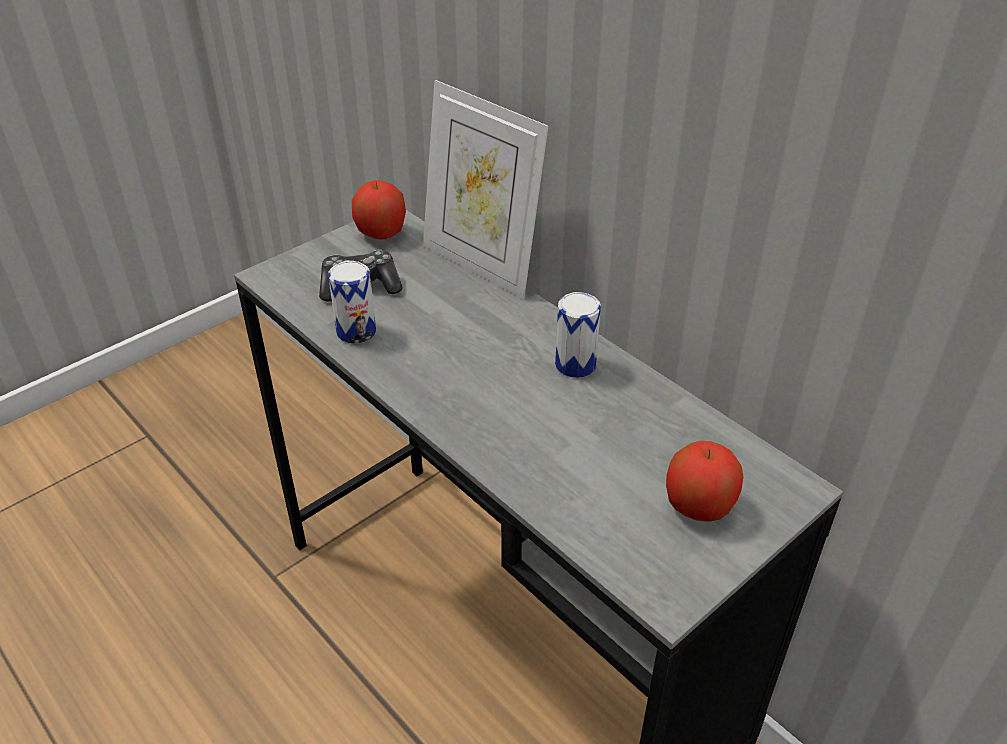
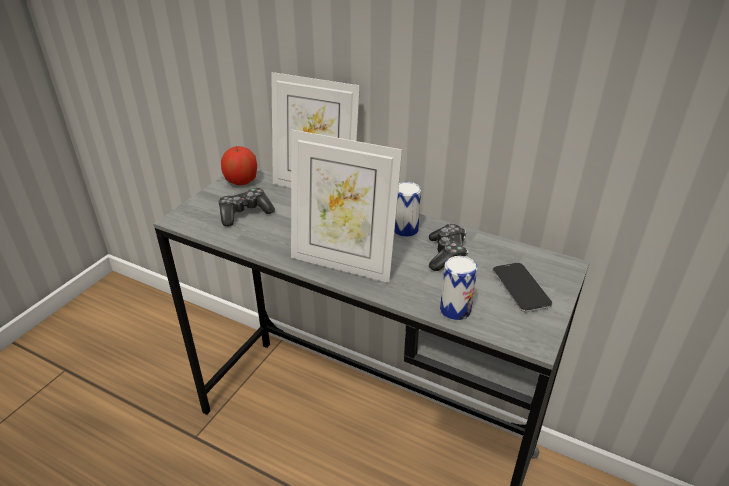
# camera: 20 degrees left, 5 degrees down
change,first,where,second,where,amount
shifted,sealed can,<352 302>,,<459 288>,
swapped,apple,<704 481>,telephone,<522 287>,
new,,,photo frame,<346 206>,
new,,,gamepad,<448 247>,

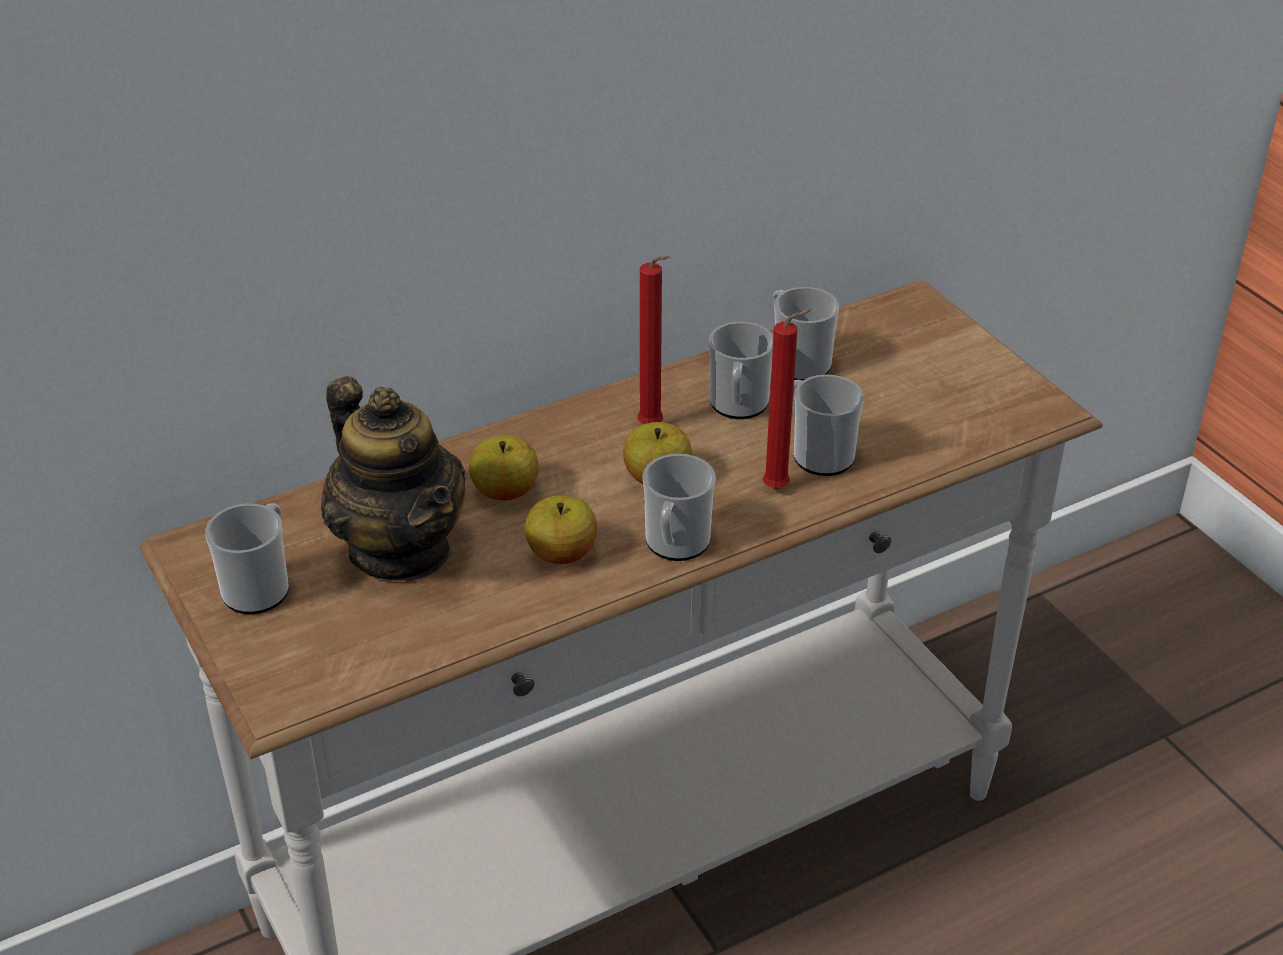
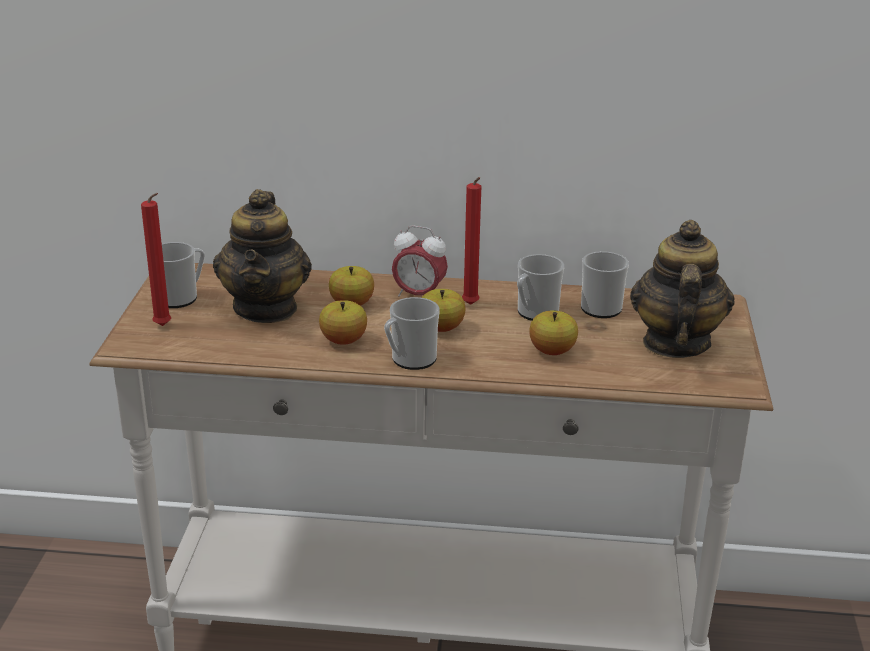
# camera: 35 degrees right, 10 degrees down
change,first,where,second,where,amount
shifted,reddish wax light,<787 399>,,<156 259>,
swapped,mug,<828 425>,apple,<554 333>,
new,,,tea pot,<682 289>,
new,,,bedside clock,<420 261>,

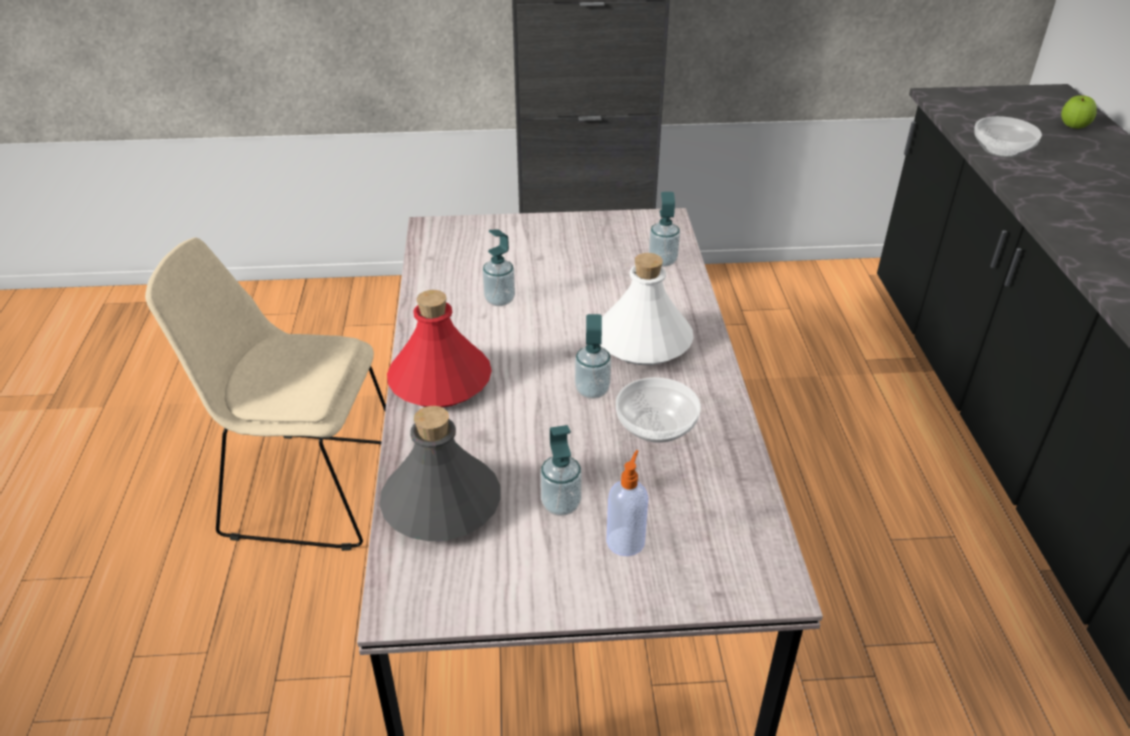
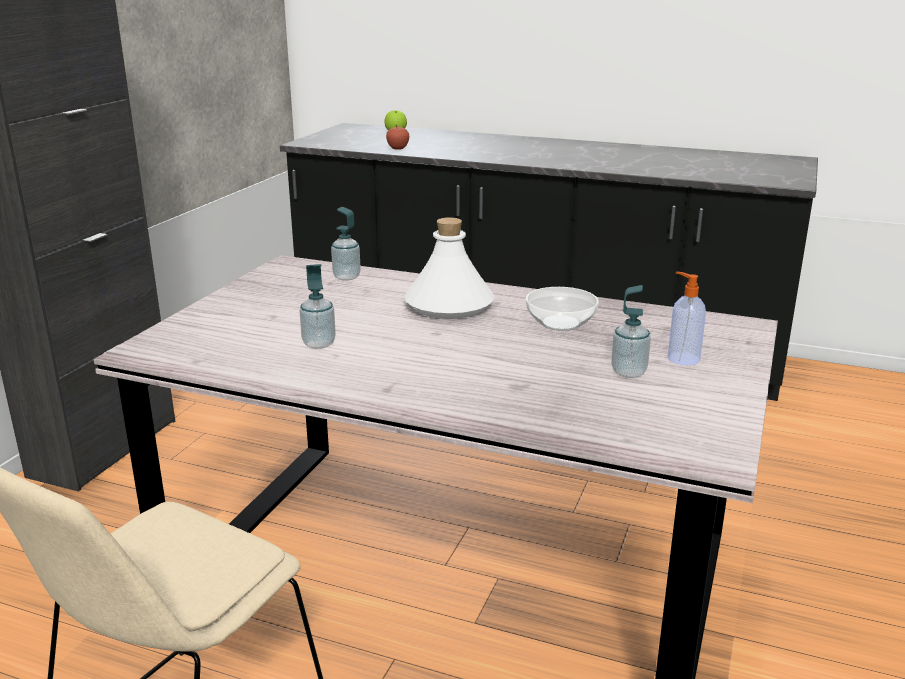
# camera: 65 degrees left, 15 degrees down
change,first,where,second,where,amount
swapped,deep dish,<1008 137>,apple,<397 137>,
gone,reddish beverage bottle,<439 348>,,,
gone,soap dispenser,<593 356>,,,
gone,grey beverage bottle,<440 473>,,,

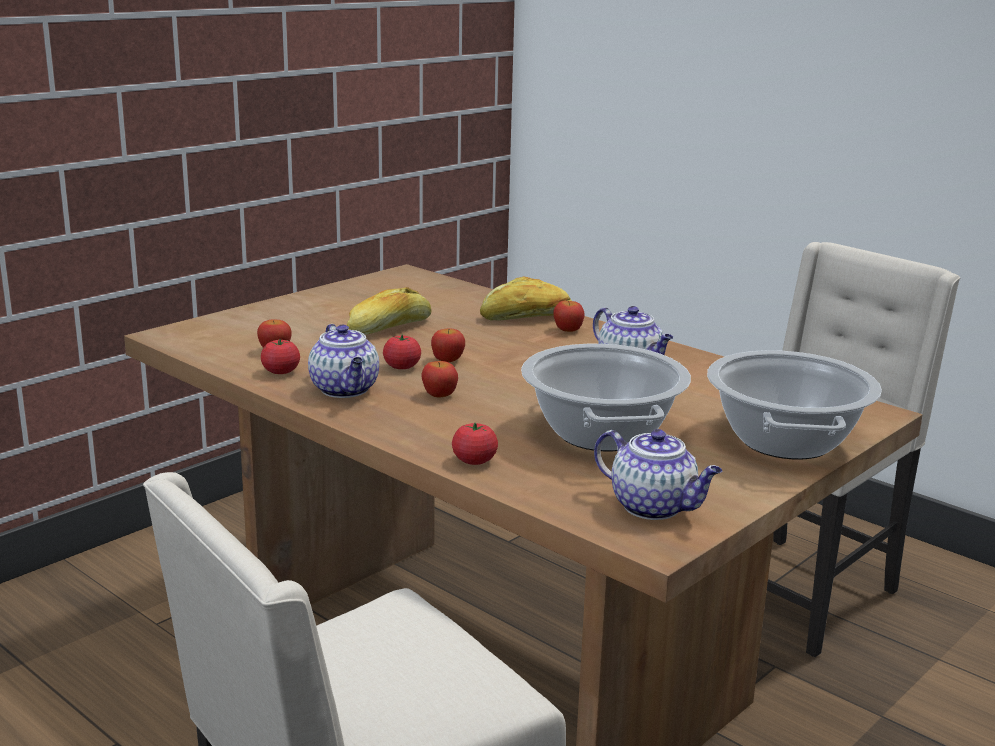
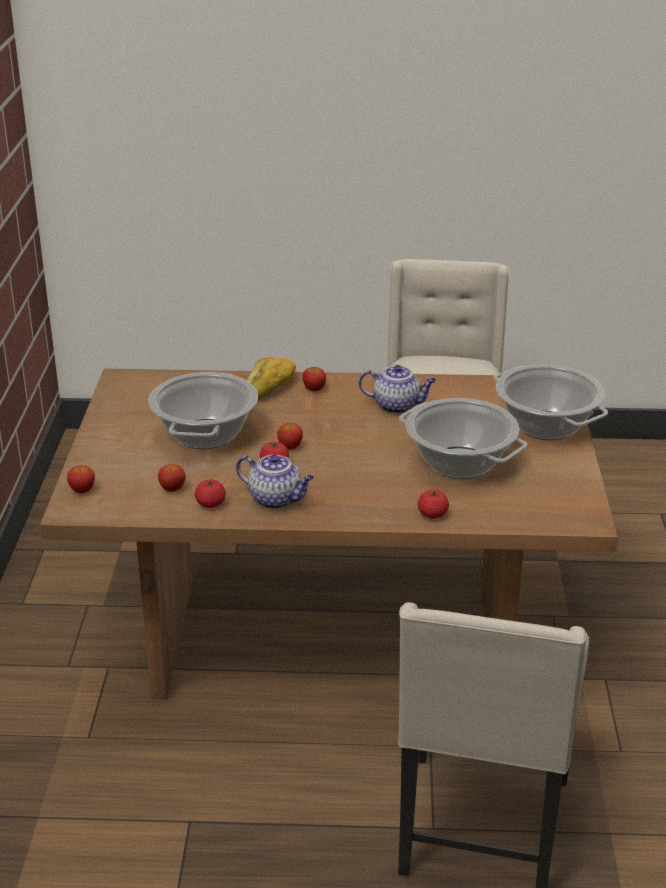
# camera: 40 degrees left, 10 degrees up
change,first,where,second,where,amount
swapped,bakery bread,<389 311>,stockpot,<203 410>,
shifted,apple,<440 379>,,<81 479>,
gone,tea pot,<658 474>,,,

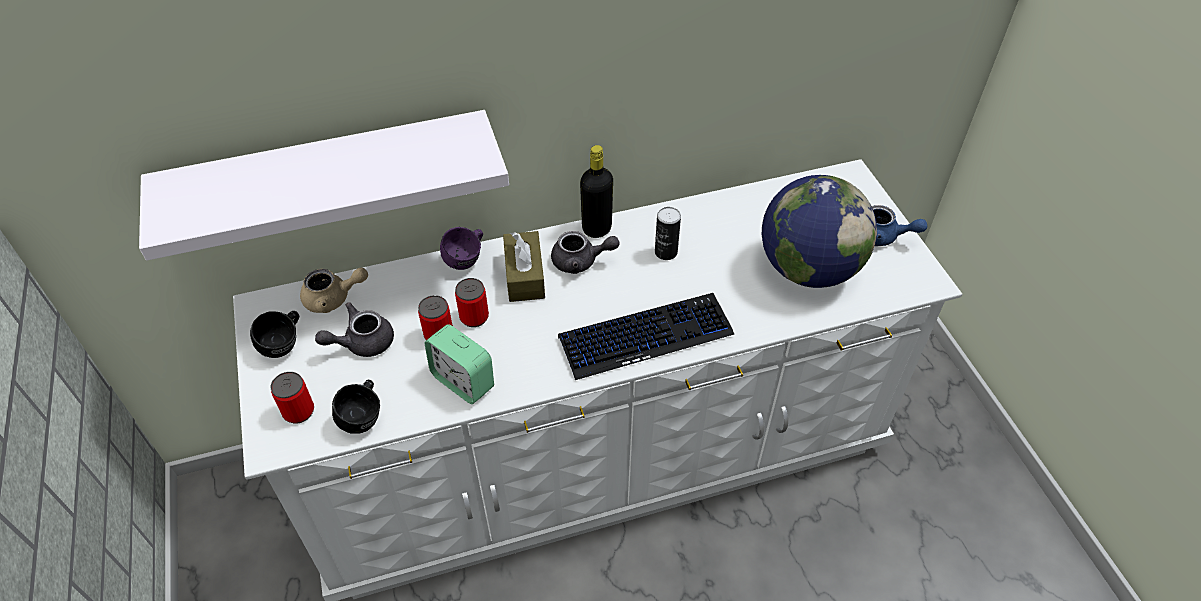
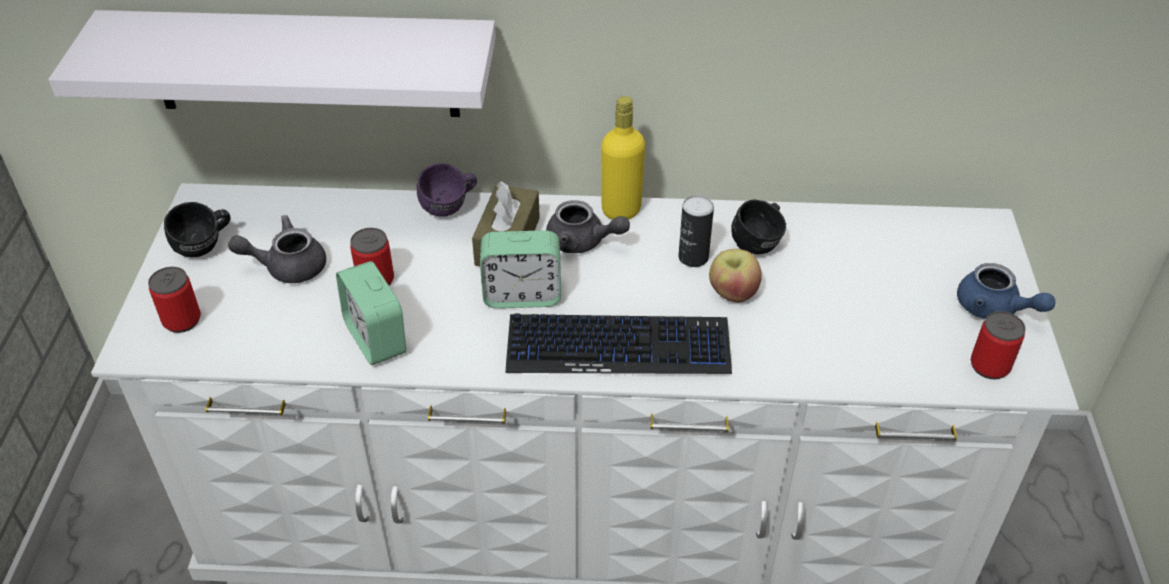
# camera: 20 degrees right, 5 degrees down
change,first,where,second,where,amount
repainted,black beverage bottle,<596 191>,yellow beverage bottle,<623 158>,
gone,world globe,<819 231>,,,
gone,beige-coloured tea pot,<334 290>,,,
shifted,sealed can,<472 302>,,<998 345>,
shifted,black mug,<356 407>,,<758 226>,
new,,,bedside clock,<520 269>,
new,,,apple,<735 275>,

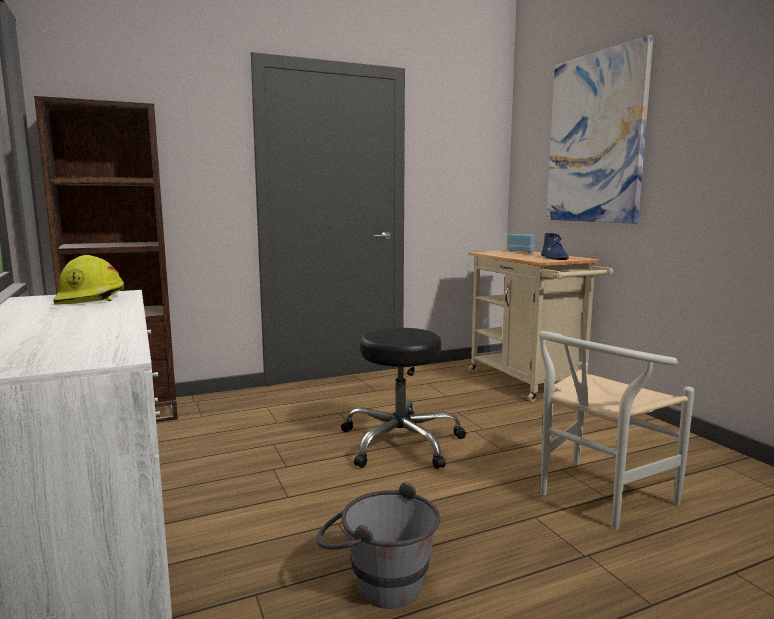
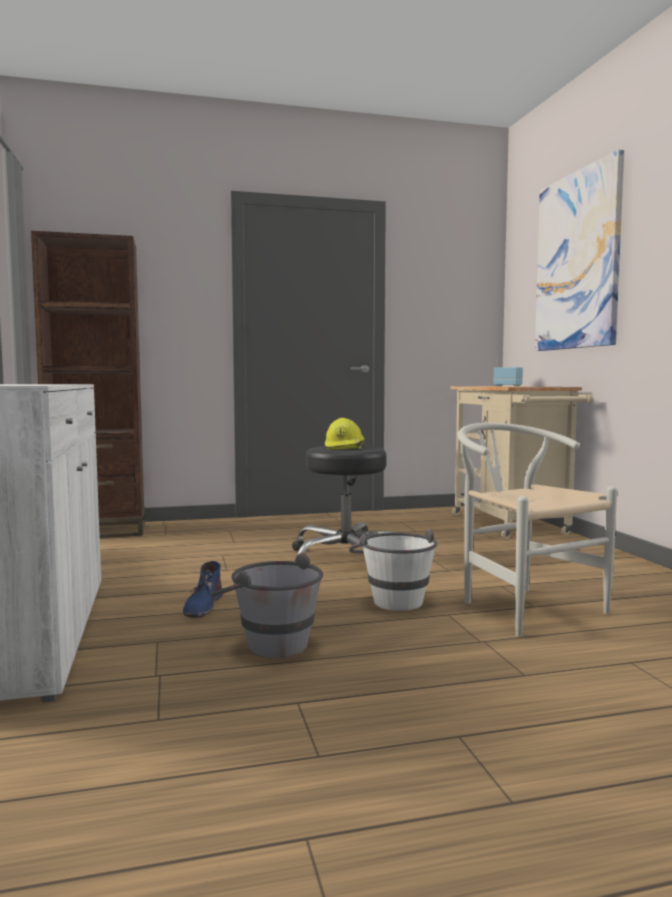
# camera: 10 degrees right, 5 degrees down
change,first,where,second,where,amount
shifted,bluish high-top boot,<555 246>,,<203 589>,
shifted,yellow hard hat,<89 280>,,<345 434>,
rotated,white upright chair,<617 430>,,<537 530>,90 degrees clockwise
new,,,white bucket,<393 570>,

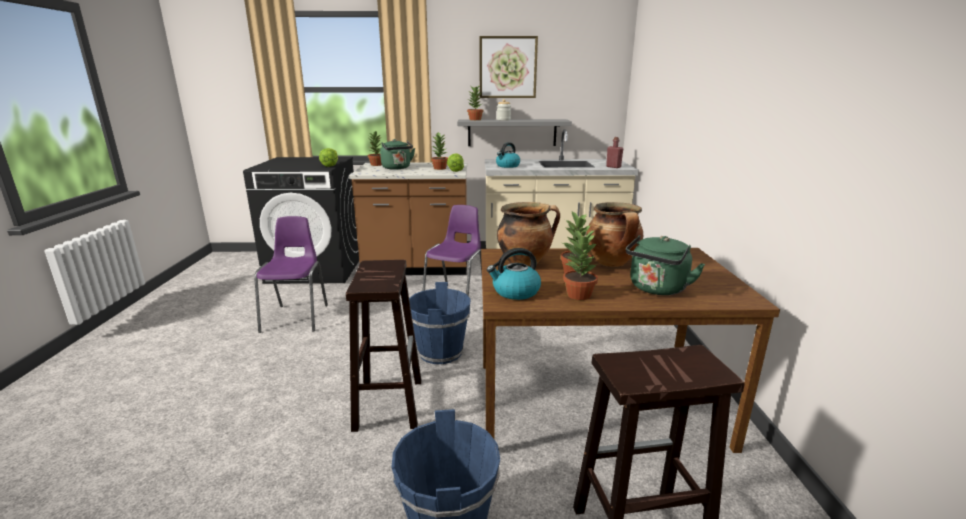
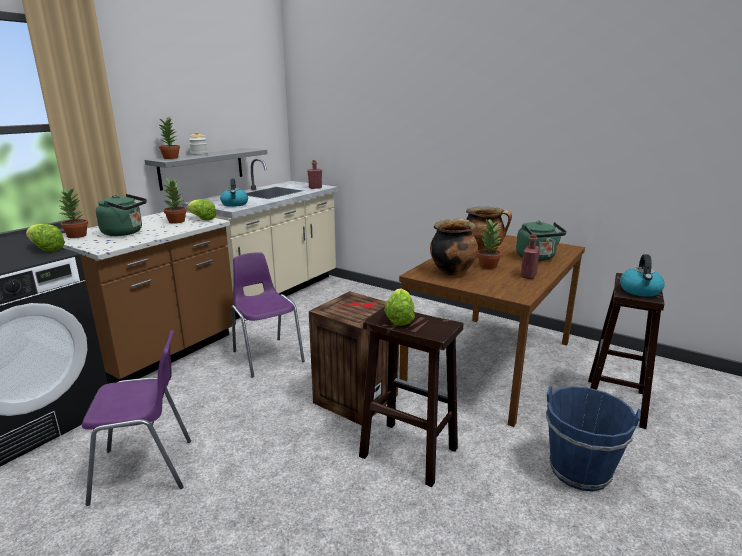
# camera: 55 degrees left, 0 degrees up
change,first,where,second,where,amount
gone,wall art,<509 67>,,,
rotated,purple upright chair,<291 274>,,<136 418>,135 degrees clockwise
swapped,houseplant,<580 264>,reddish beverage bottle,<530 256>,
shifted,tea kettle,<514 274>,,<642 275>,
swapped,bluish bucket,<440 323>,shipping crate,<354 358>,
new,,,lettuce head,<399 307>,

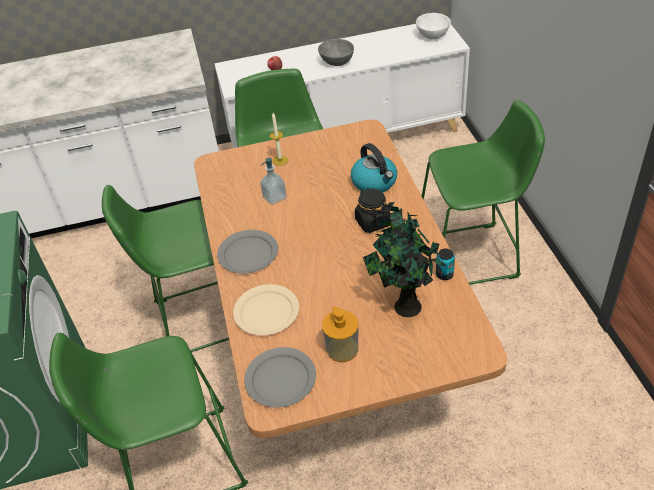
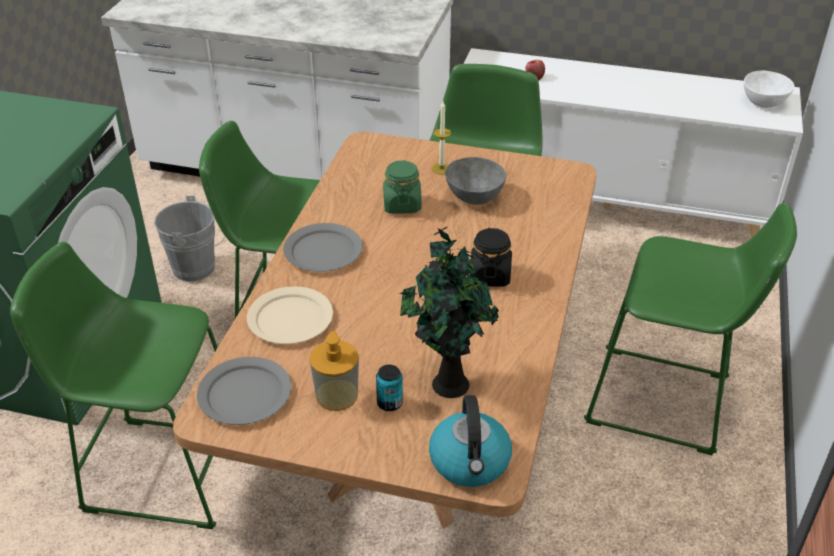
# camera: 25 degrees right, 5 degrees down
change,first,where,second,where,amount
shifted,grey deep dish,<336 52>,,<475 181>,
shifted,tea kettle,<374 167>,,<470 441>,
swapped,soap dispenser,<273 181>,green storage jar,<402 187>,
shifted,sealed can,<445 264>,,<389 388>,
new,,,grey bucket,<189 238>,

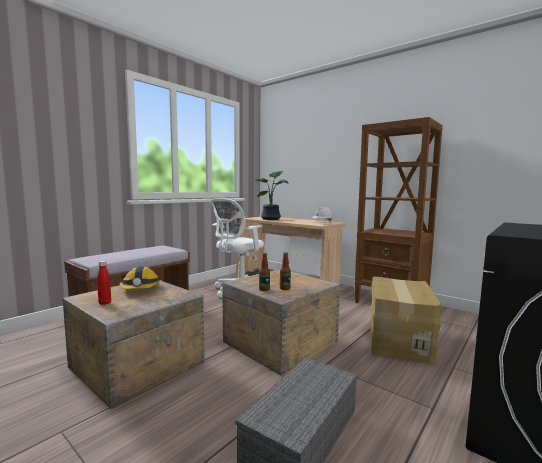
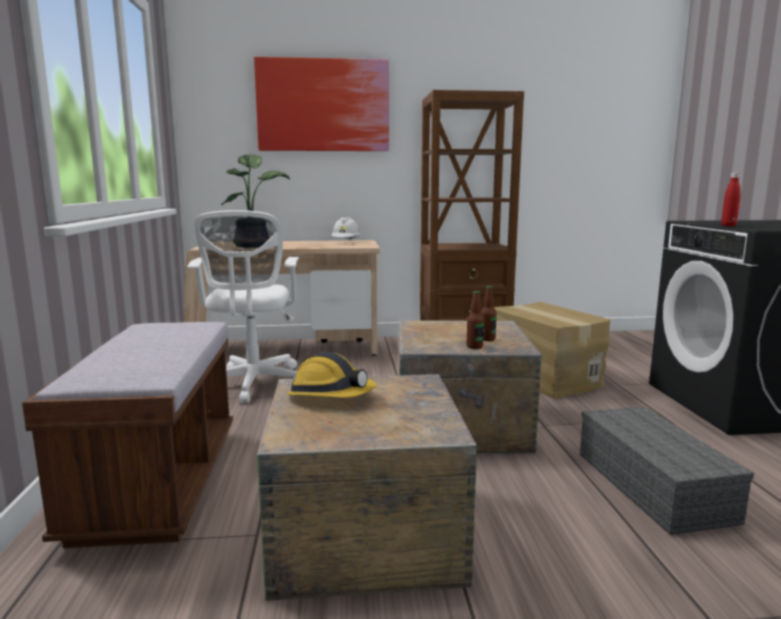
# camera: 45 degrees left, 5 degrees up
change,first,where,second,where,amount
shifted,reddish beverage bottle,<104 283>,,<731 199>,
new,,,wall art,<321 104>,

